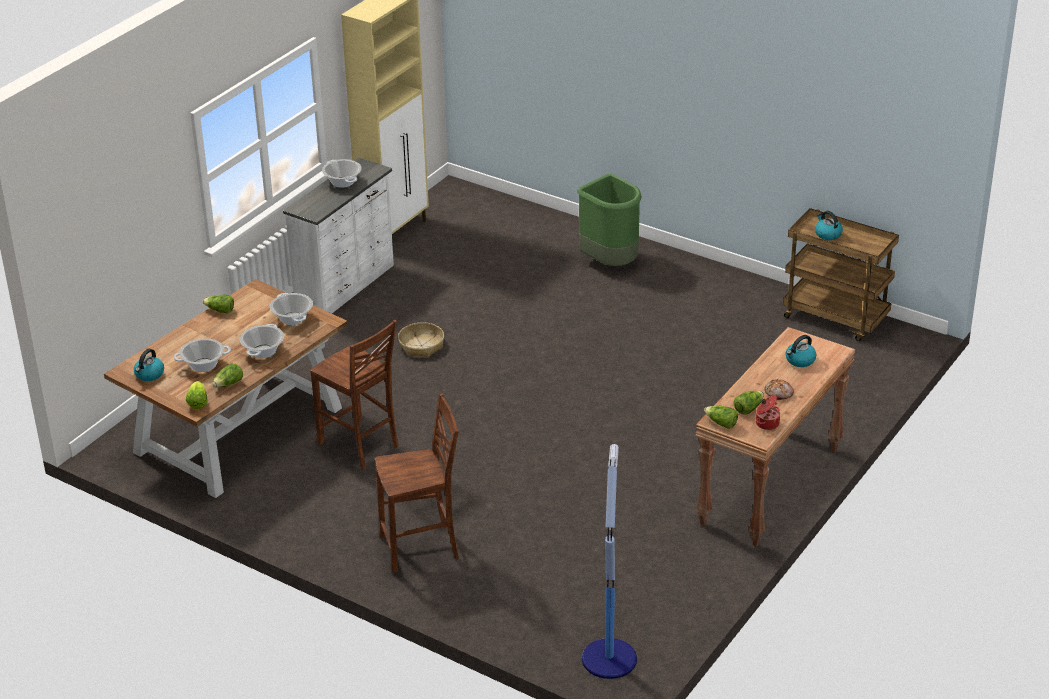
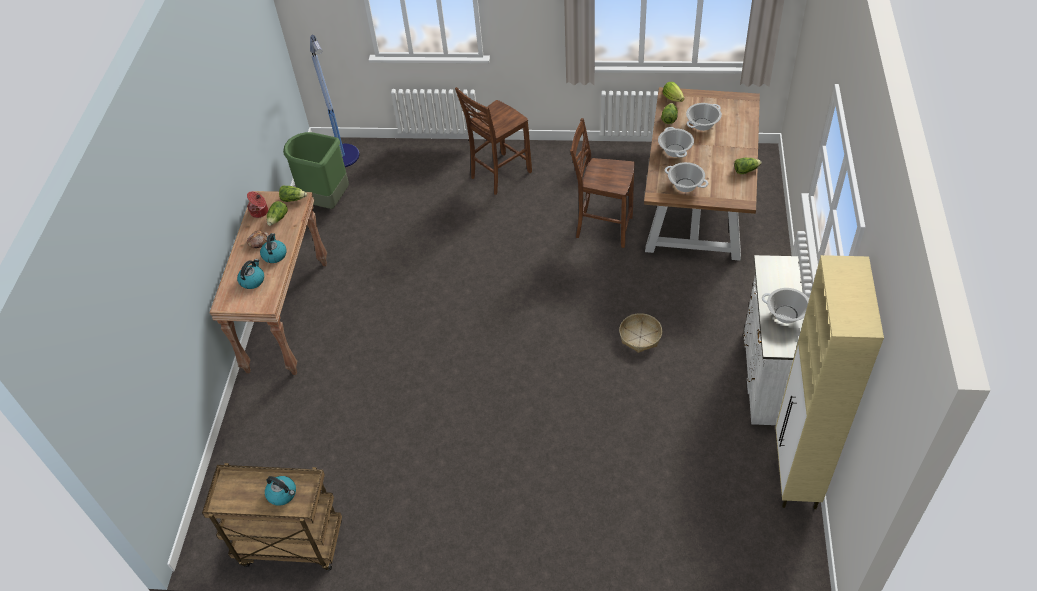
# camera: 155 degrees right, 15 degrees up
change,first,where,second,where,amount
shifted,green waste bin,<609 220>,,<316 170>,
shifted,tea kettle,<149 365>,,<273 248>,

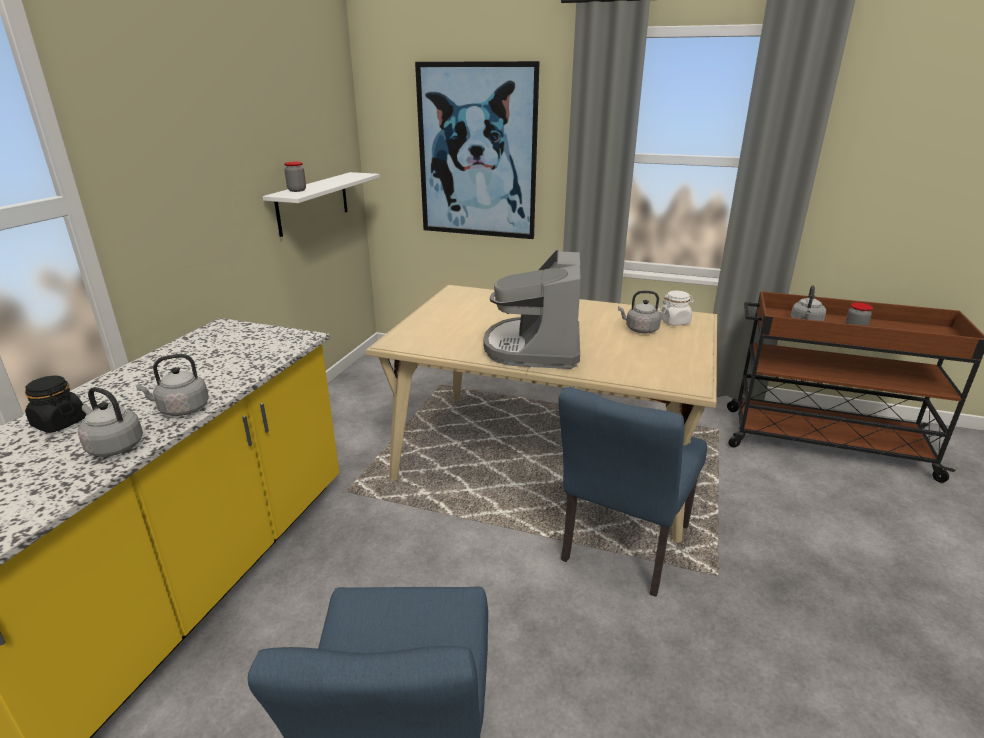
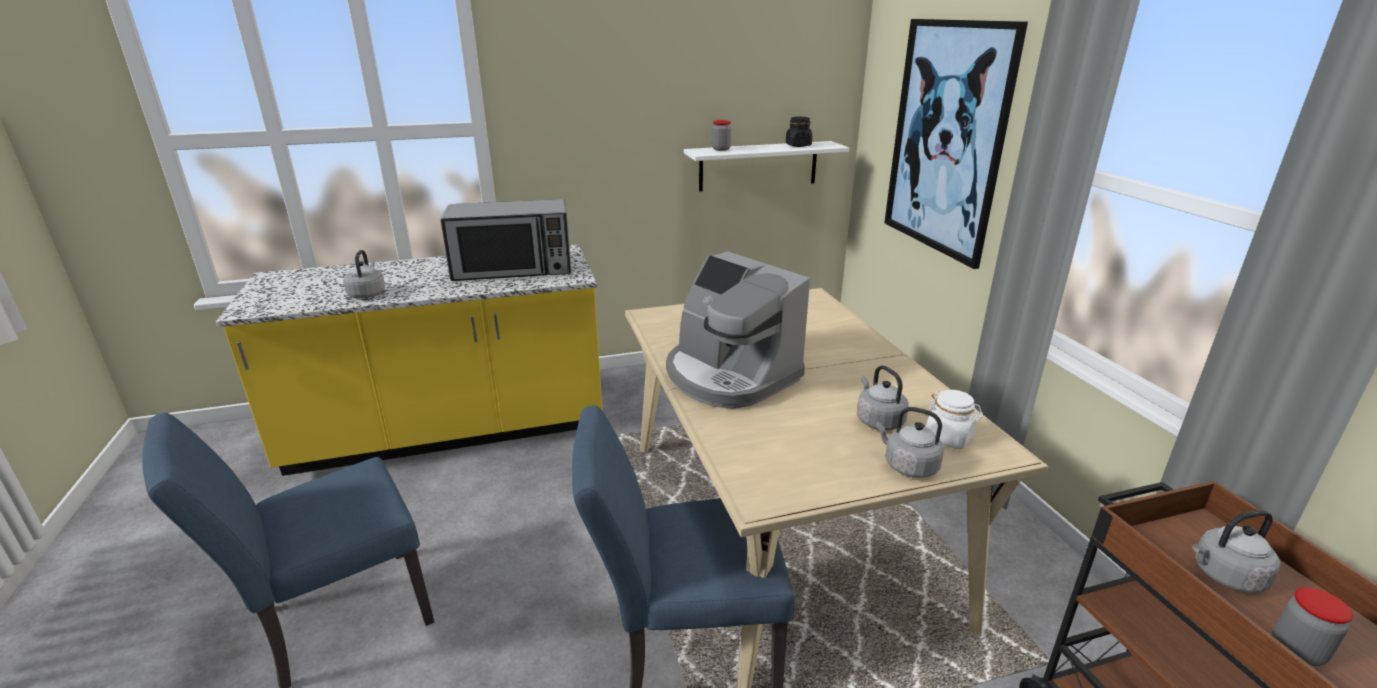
# camera: 55 degrees right, 0 degrees up
change,first,where,second,where,amount
rotated,coffee machine,<532 309>,,<738 330>,105 degrees counterclockwise
shifted,grey tea kettle,<172 385>,,<910 442>,
shifted,black storage jar,<55 404>,,<799 132>,
new,,,kitchen microwave,<505 240>,

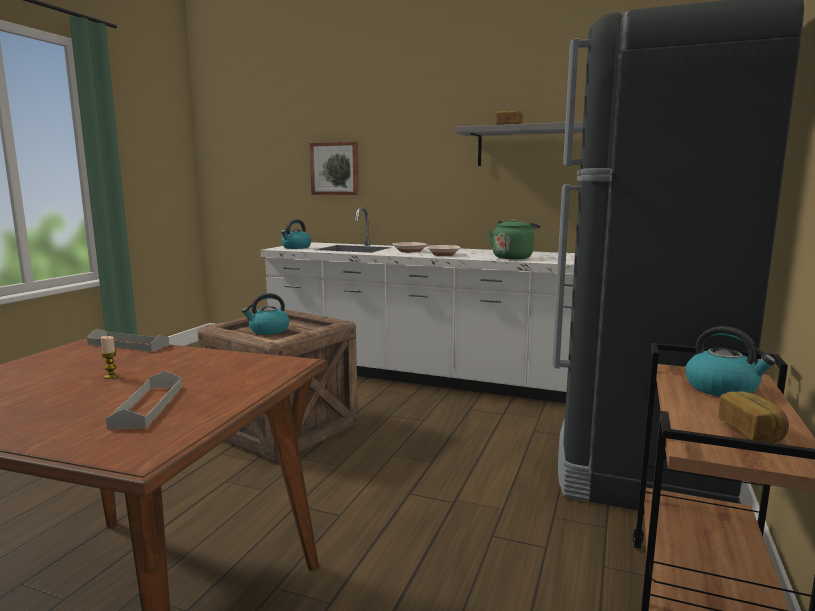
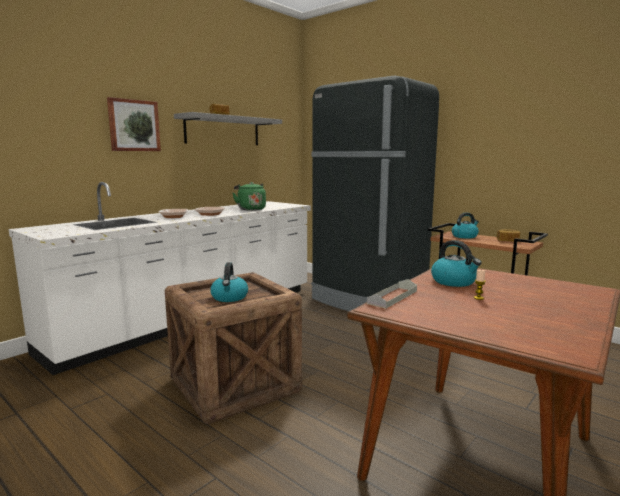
# camera: 70 degrees left, 0 degrees up
change,first,where,second,where,amount
shifted,wall art,<334 168>,,<134 124>,
shifted,tea kettle,<296 234>,,<456 263>,
gone,grey tray,<144 400>,,,

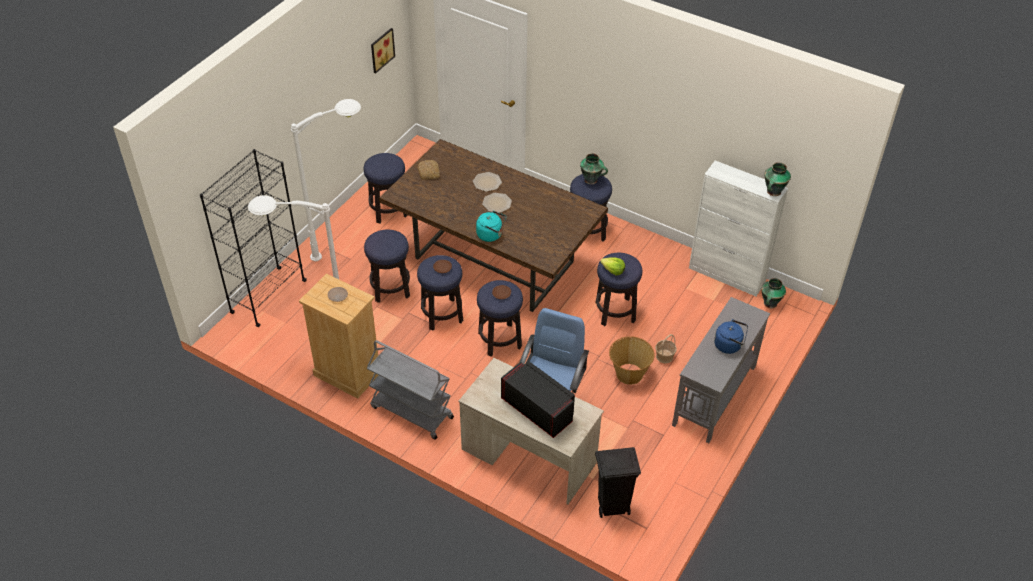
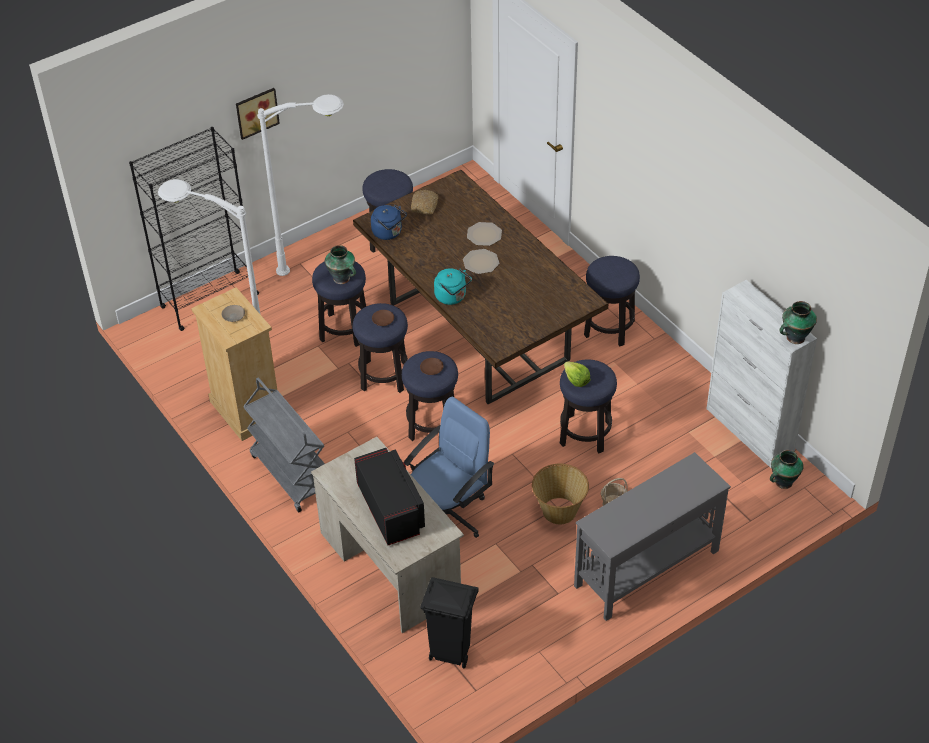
# camera: 25 degrees right, 0 degrees up
change,first,where,second,where,amount
shifted,wall art,<383 51>,,<258 114>,
shifted,flower vase,<594 168>,,<340 264>,
shifted,bluish tea kettle,<731 336>,,<389 222>,

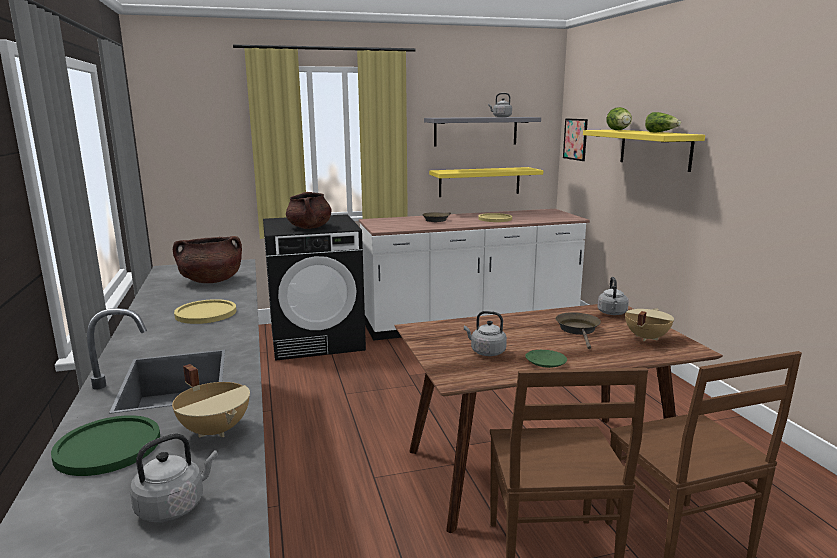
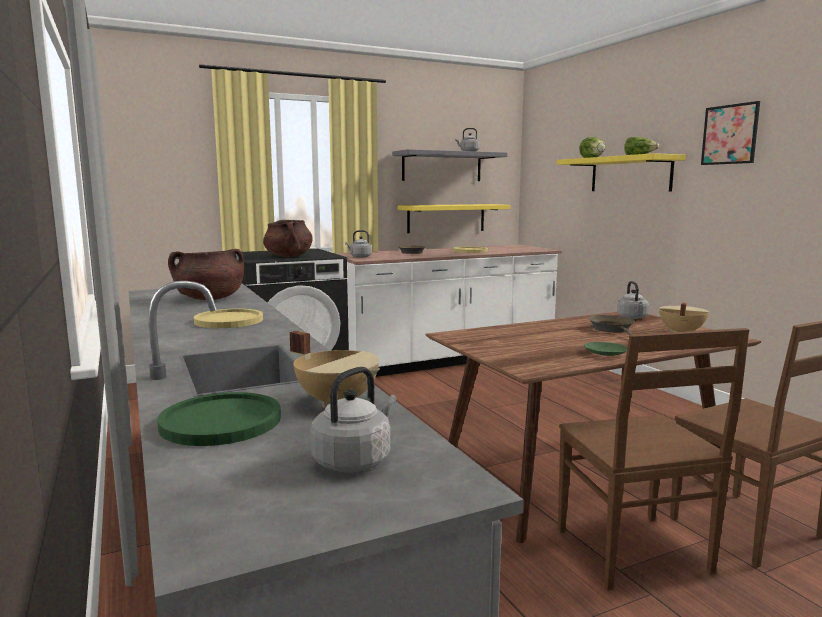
# camera: 10 degrees left, 5 degrees down
change,first,where,second,where,amount
shifted,wall art,<575 139>,,<730 133>,
shifted,grey tea kettle,<485 333>,,<358 244>,

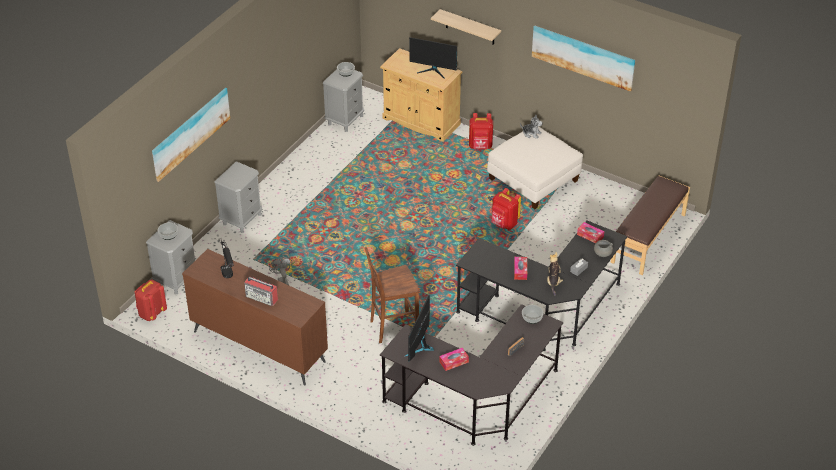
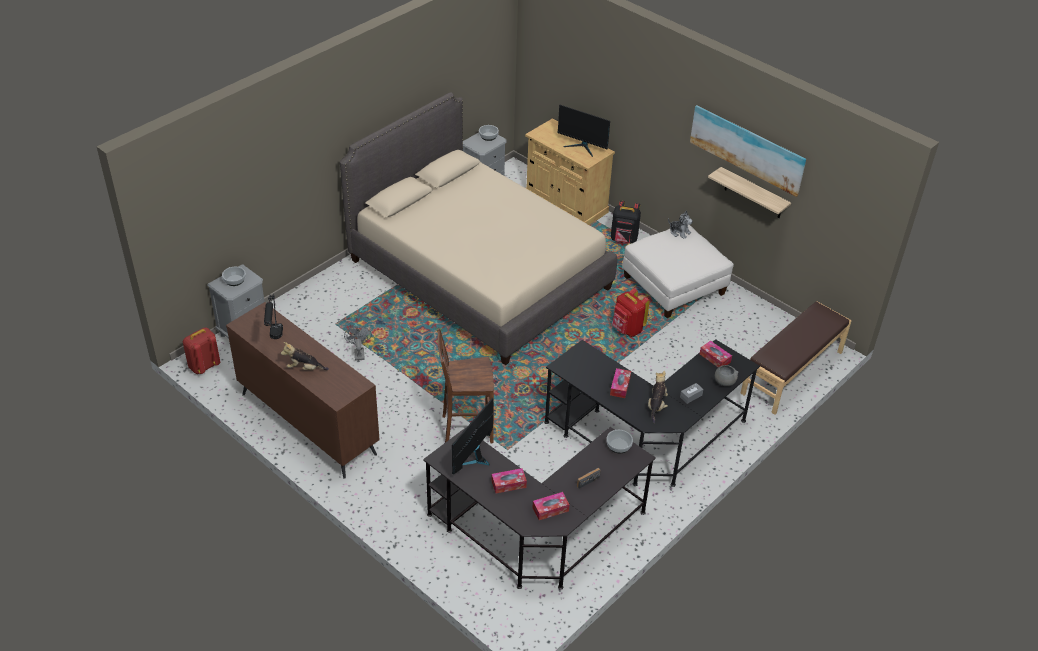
# camera: 10 degrees right, 0 degrees up
change,first,where,second,where,amount
shifted,wall shelf,<466 27>,,<749 192>,
gone,wall art,<191 135>,,,
repainted,reddish backpack,<481 131>,black backpack,<626 222>,
gone,grey night table,<238 197>,,,
swapped,radio receiver,<261 291>,plush toy,<305 356>,
new,,,beige-coloured bedroom bed,<478 229>,
new,,,tissue box,<551 506>,

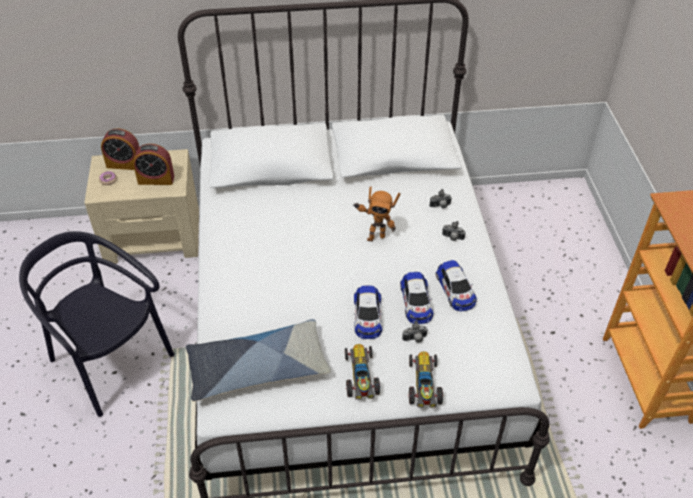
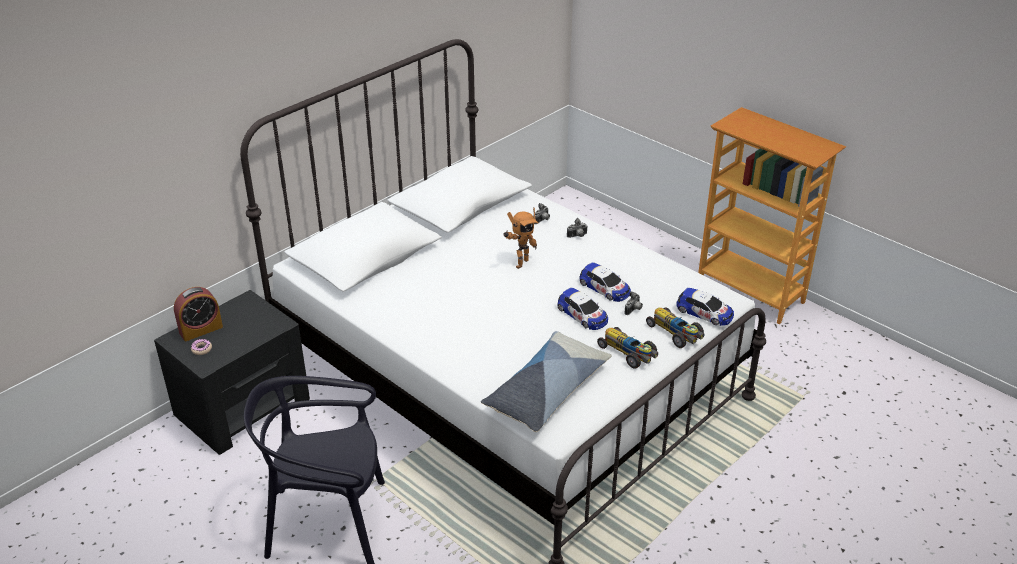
# camera: 40 degrees left, 10 degrees down
change,first,where,second,where,amount
gone,bedside clock,<153 164>,,,
repainted,beige-coloured night table,<141 206>,black night table,<232 372>,
shifted,toy car,<456 285>,,<705 307>,

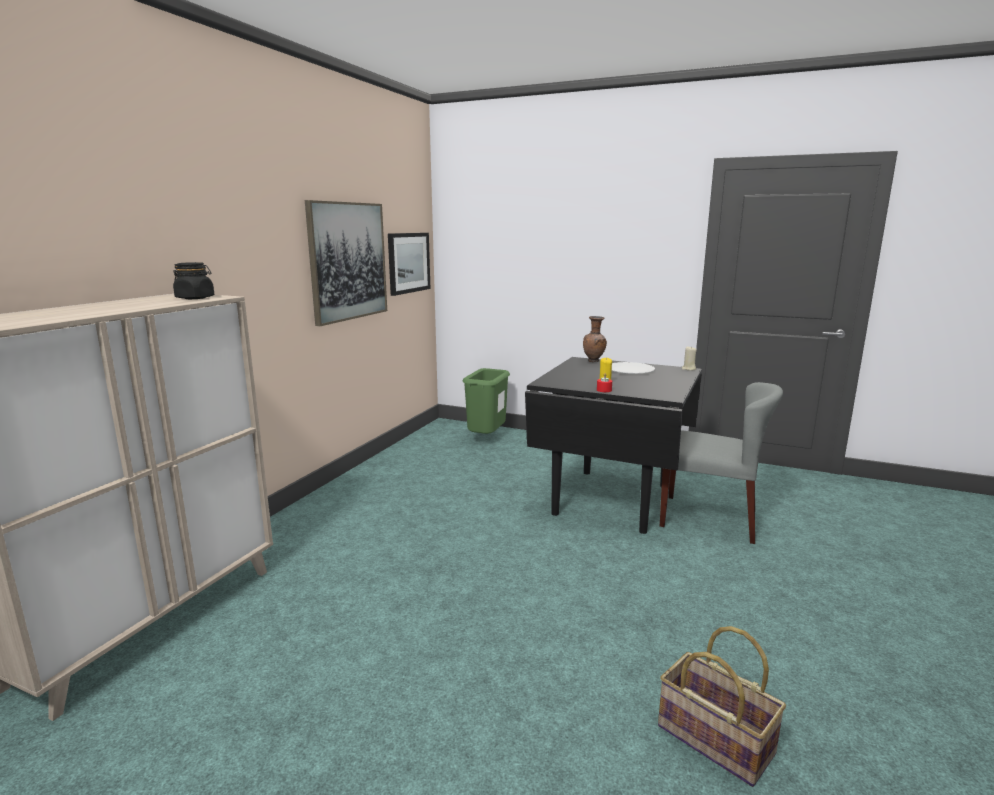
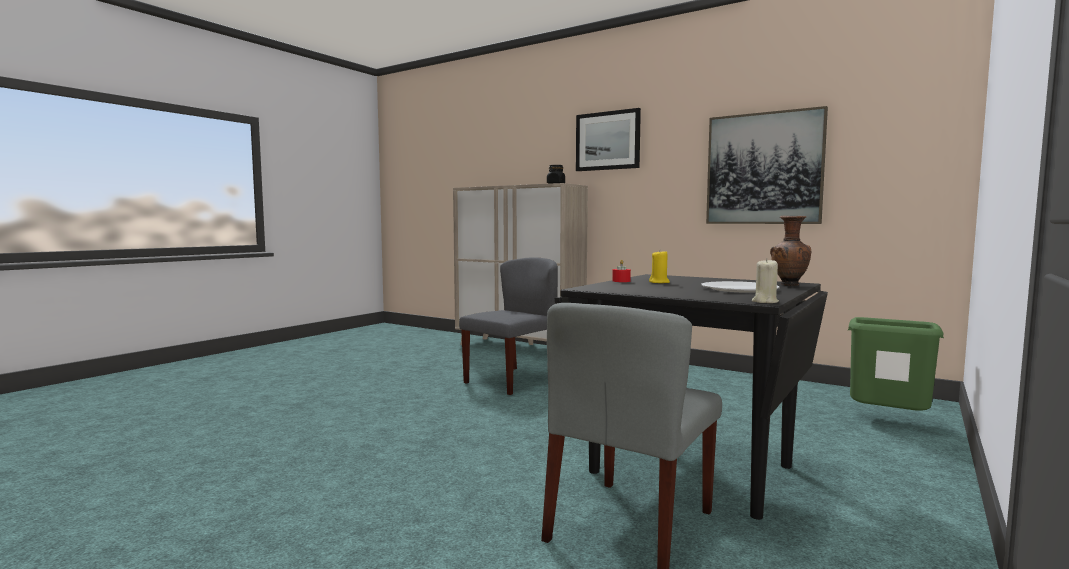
# camera: 100 degrees right, 10 degrees down
change,first,where,second,where,amount
shifted,wall art,<409 264>,,<608 139>,
gone,basket,<722 706>,,,
new,,,grey upright chair,<508 326>,

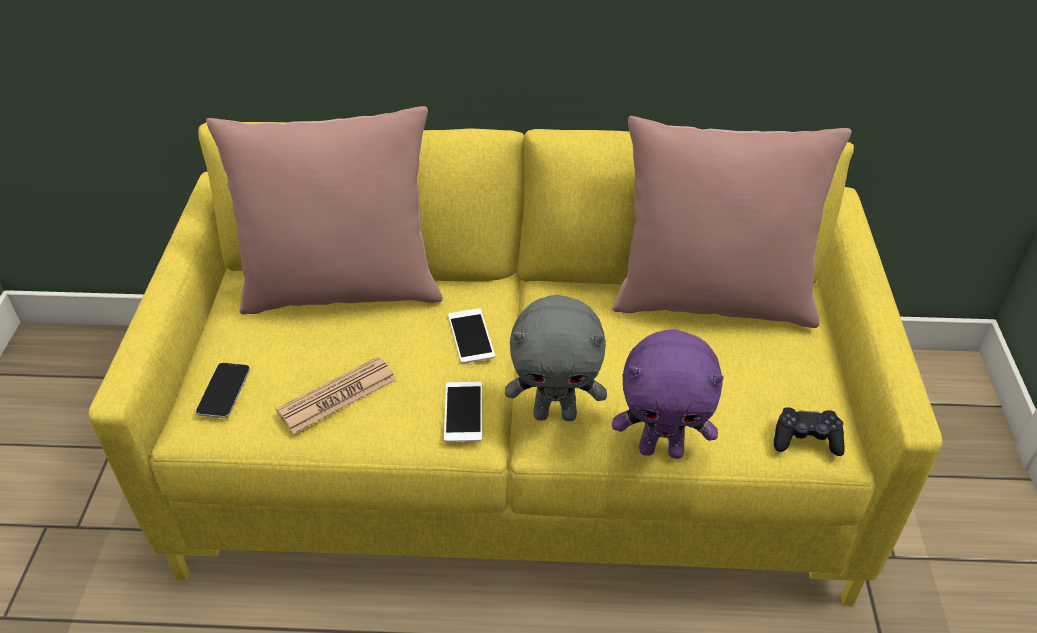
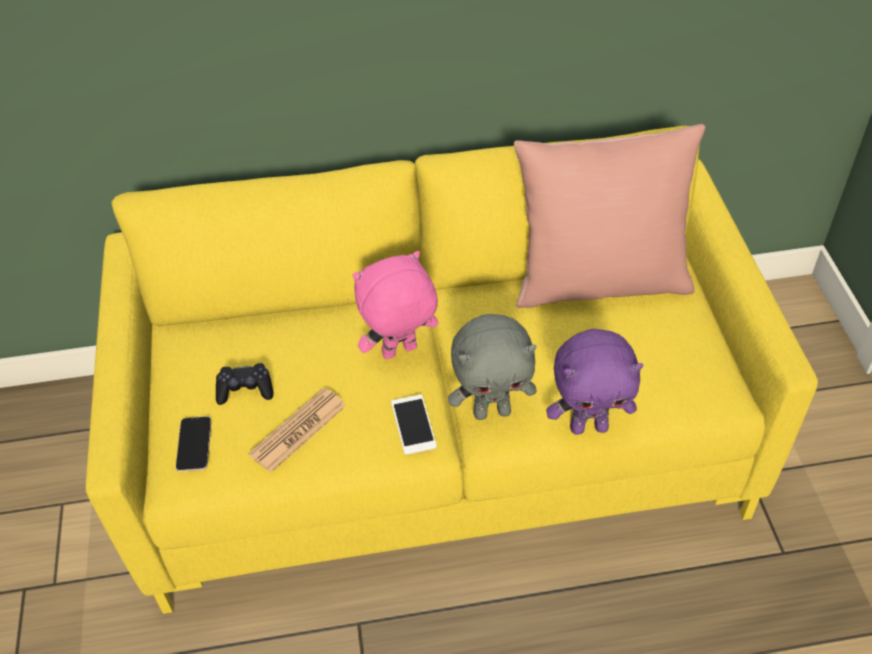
# camera: 10 degrees left, 5 degrees up
change,first,where,second,where,amount
gone,pink cushion,<324 210>,,,
swapped,telephone,<471 335>,pink plush toy,<395 305>,
shifted,black gamepad,<809 431>,,<245 384>,

